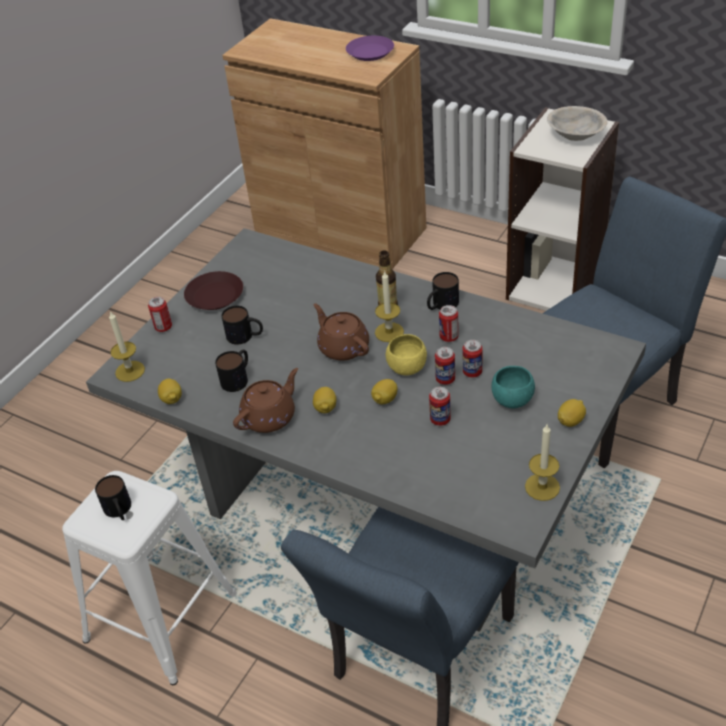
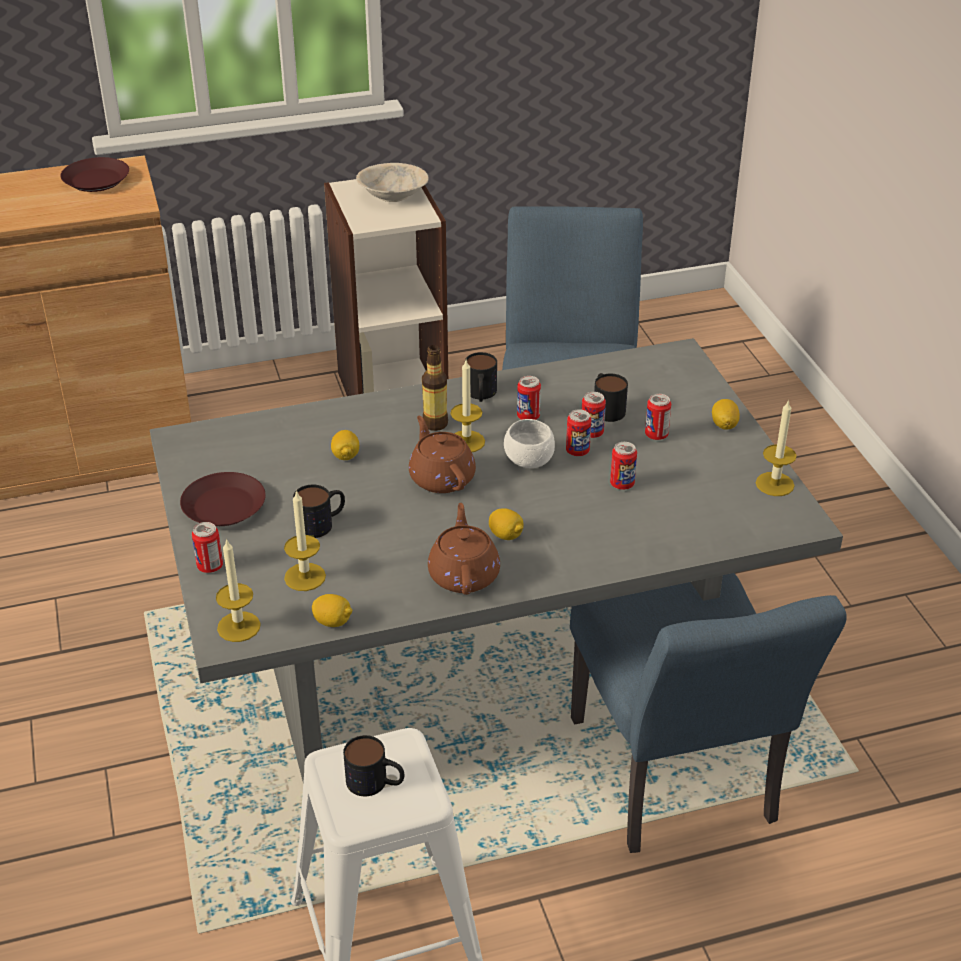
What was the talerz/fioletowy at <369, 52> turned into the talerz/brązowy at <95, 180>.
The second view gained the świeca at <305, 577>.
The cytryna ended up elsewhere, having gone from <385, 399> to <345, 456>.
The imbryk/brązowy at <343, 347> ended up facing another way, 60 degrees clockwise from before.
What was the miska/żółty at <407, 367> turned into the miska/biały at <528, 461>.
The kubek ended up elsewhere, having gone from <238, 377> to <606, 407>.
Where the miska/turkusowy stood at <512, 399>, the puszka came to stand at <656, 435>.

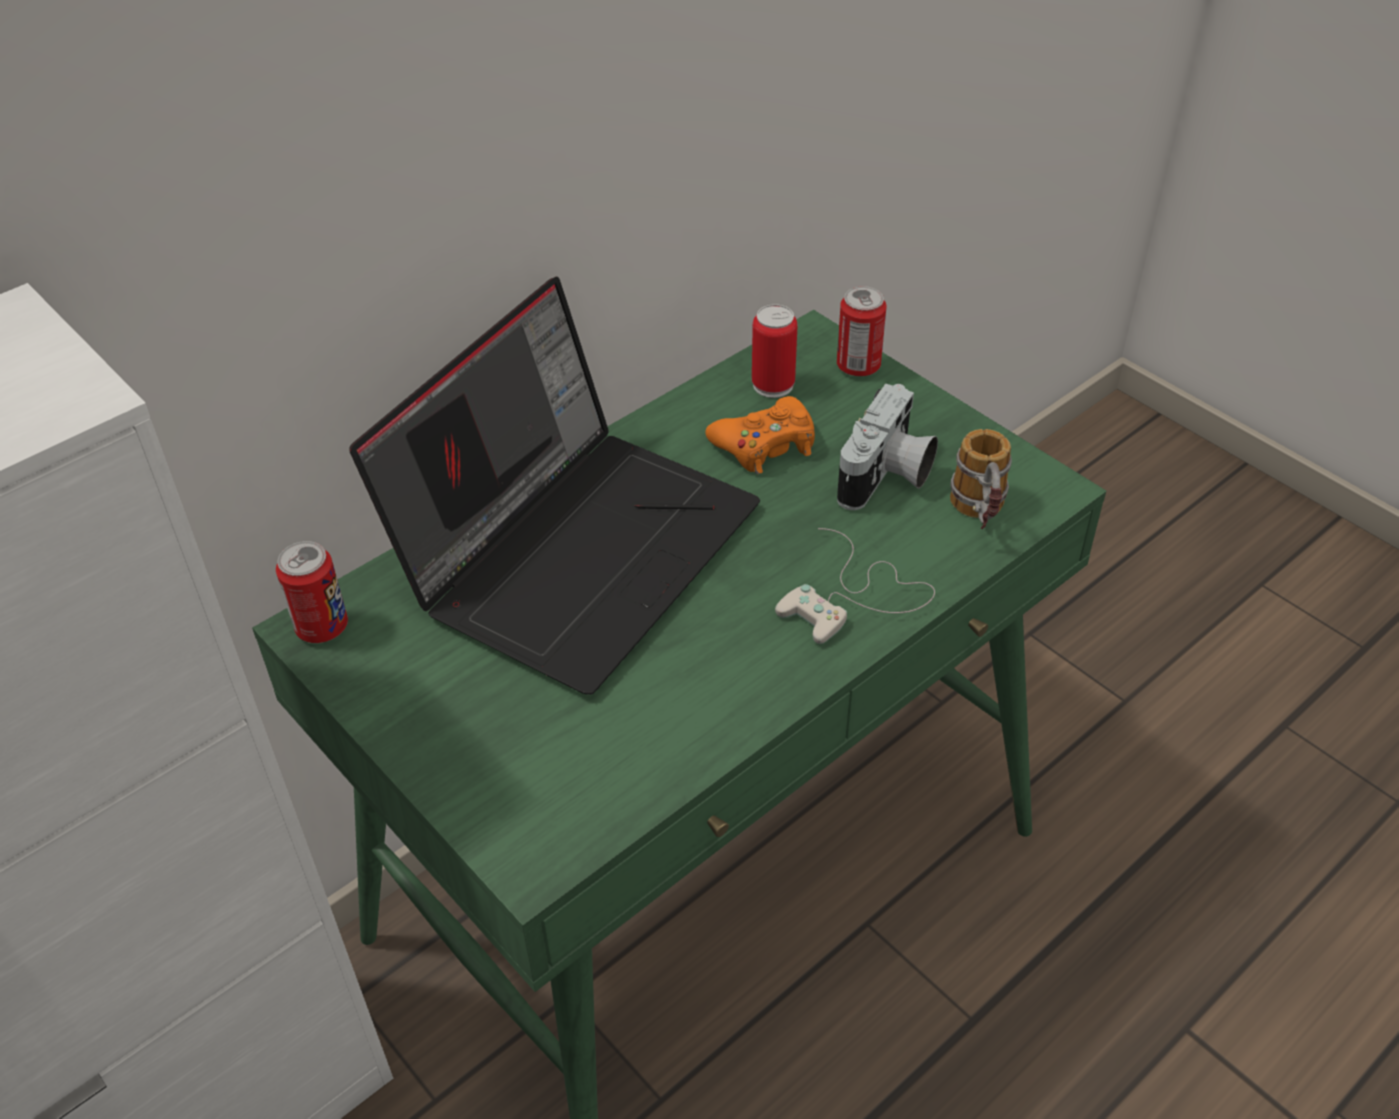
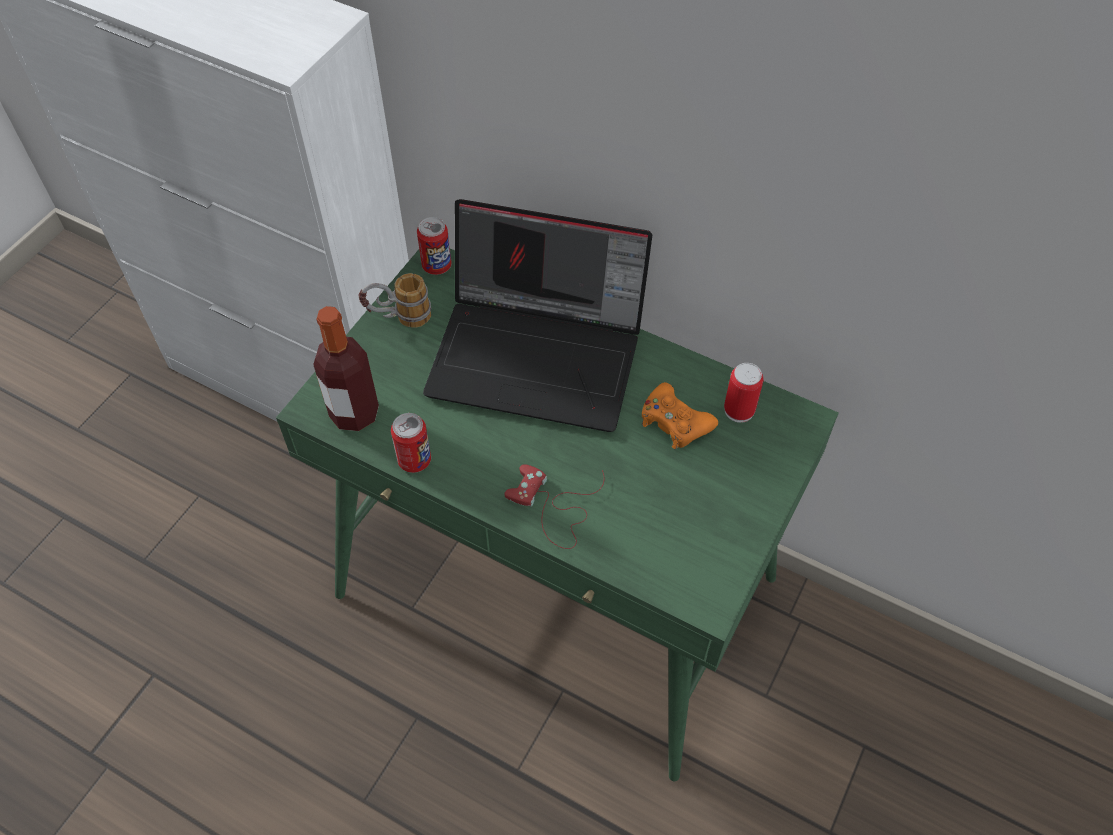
The second view gained the butelka at <354, 413>.
The kubek ended up elsewhere, having gone from <979, 518> to <398, 319>.
The puszka ended up elsewhere, having gone from <858, 366> to <414, 460>.
What was the pad do gier/biały at <855, 596> turned into the pad do gier/czerwony at <554, 507>.
The second view lost the aparat fotograficzny at <887, 477>.

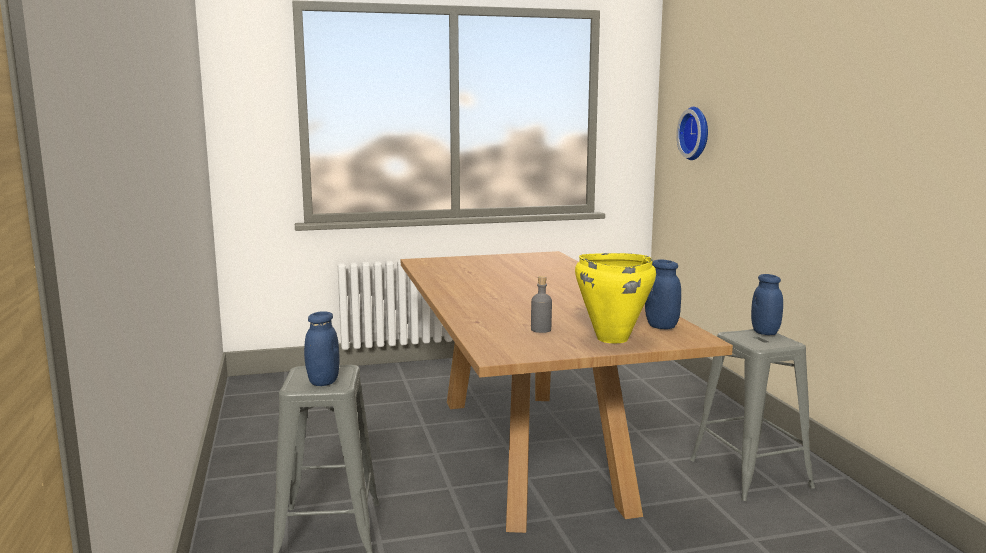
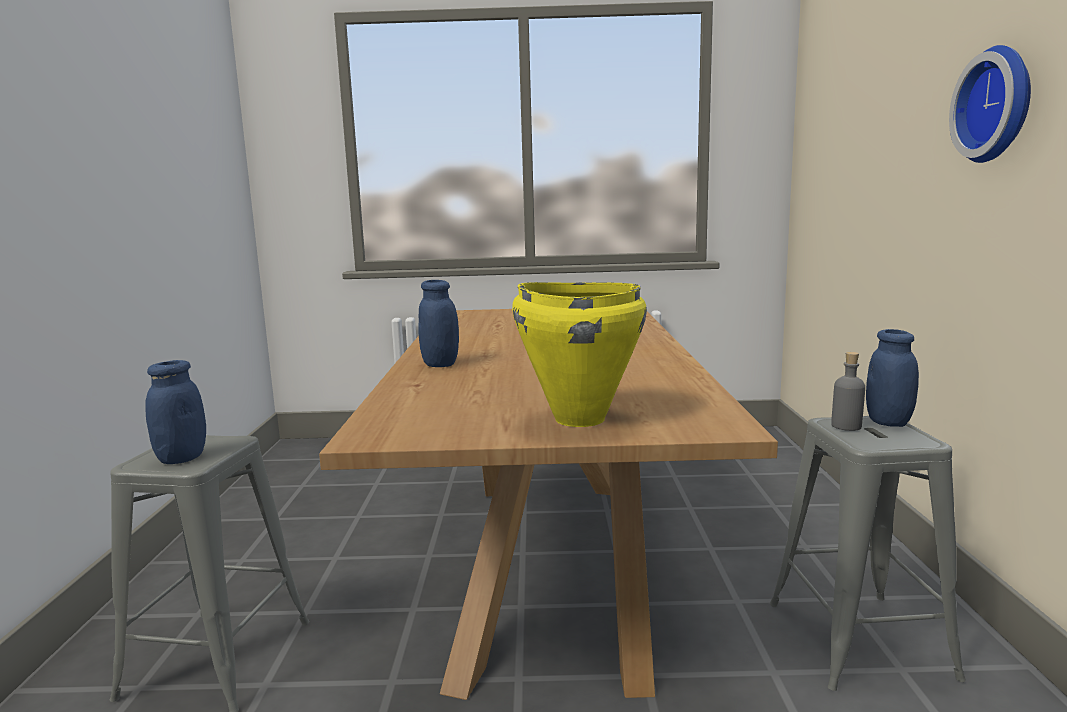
The słoik/niebieski ended up elsewhere, having gone from <661, 326> to <440, 364>.
The butelka/szary ended up elsewhere, having gone from <541, 330> to <846, 426>.
The zegar ścienny ended up elsewhere, having gone from <696, 133> to <998, 105>.

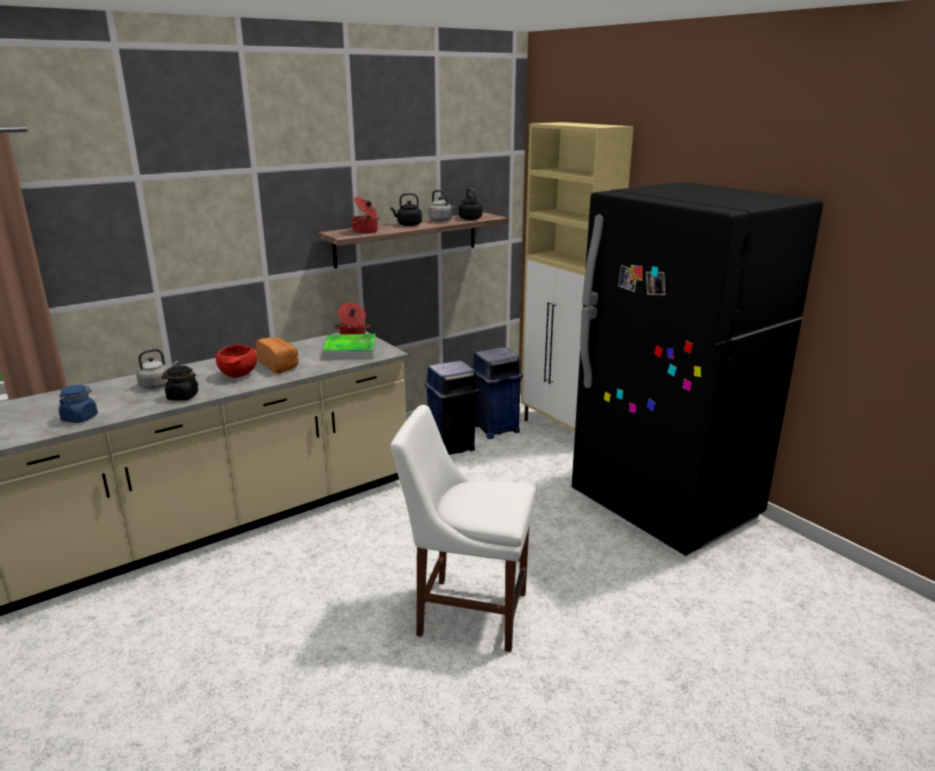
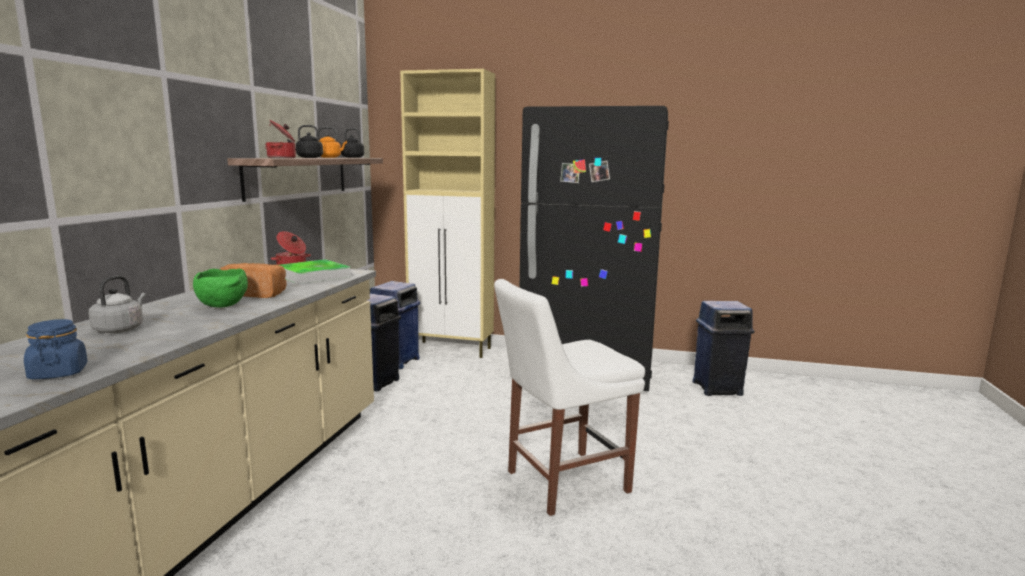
What was the miska/czerwony at <238, 376> turned into the miska/zielony at <224, 306>.
What was the czajnik/szary at <441, 220> turned into the czajnik/pomarańczowy at <330, 157>.
The second view gained the kosz na śmieci/niebieski at <718, 388>.
The second view lost the słoik/czarny at <182, 397>.

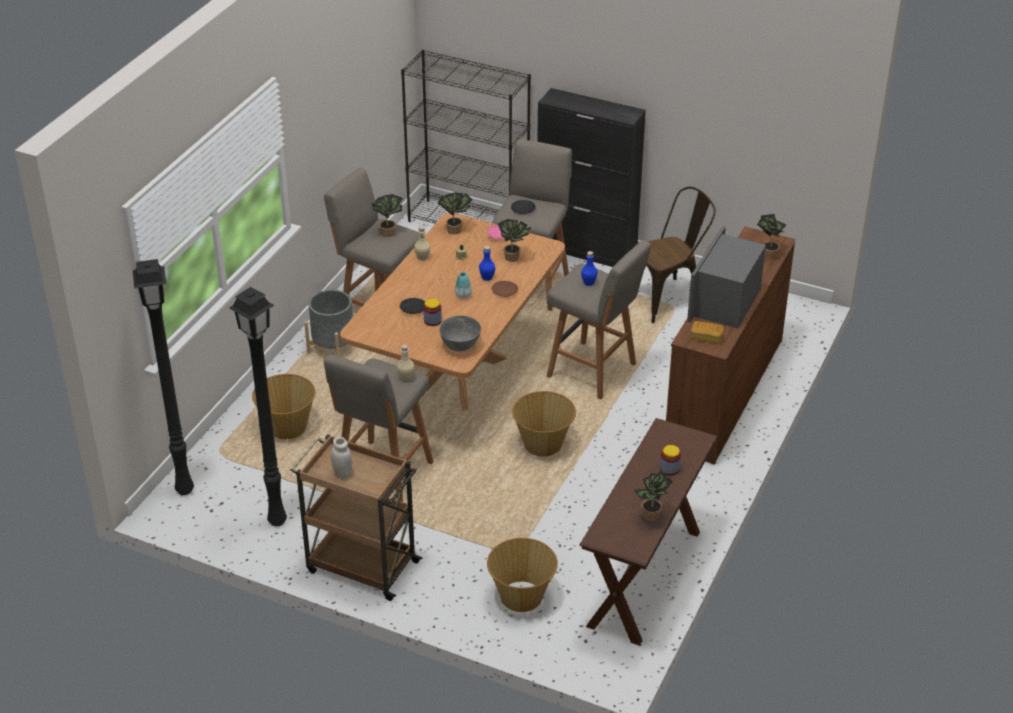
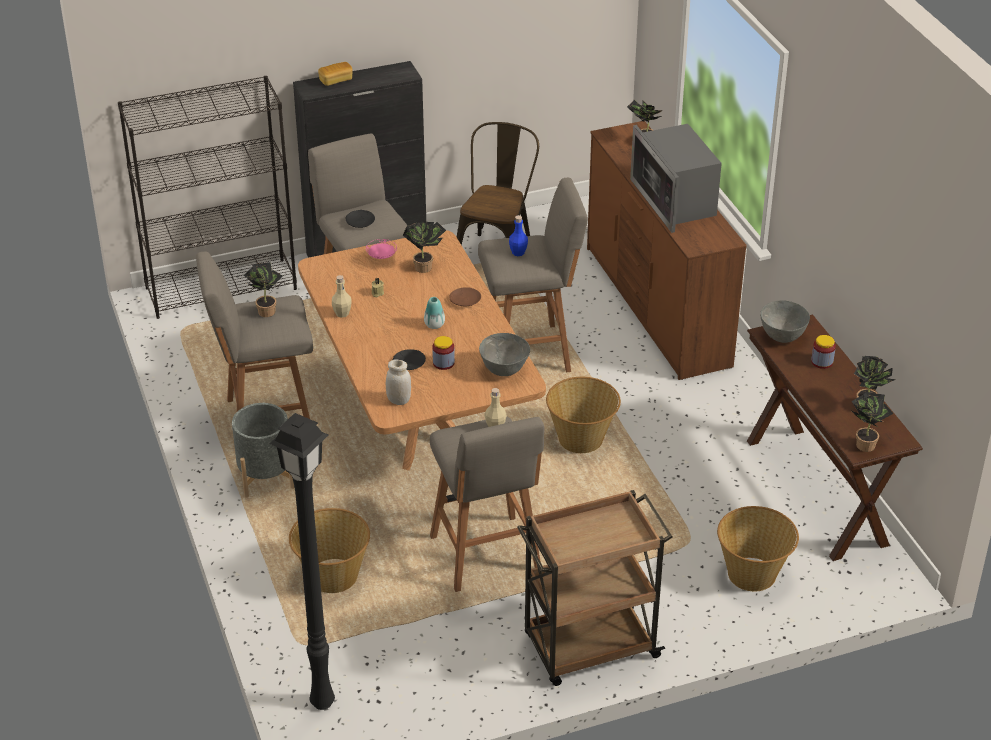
The chleb ended up elsewhere, having gone from <706, 338> to <336, 80>.
The słoik/biały ended up elsewhere, having gone from <342, 473> to <399, 400>.
The second view gained the miska/szary at <783, 337>.
The roślina doniczkowa ended up elsewhere, having gone from <455, 229> to <864, 443>.
The second view lost the lampa stojąca/czarny at <279, 521>.
The second view lost the butelka/niebieski at <487, 277>.

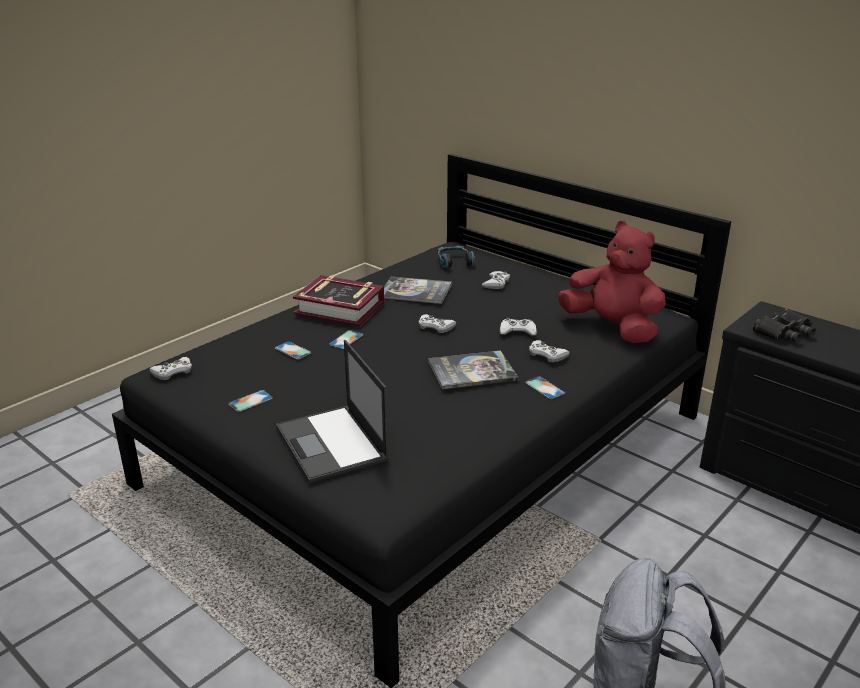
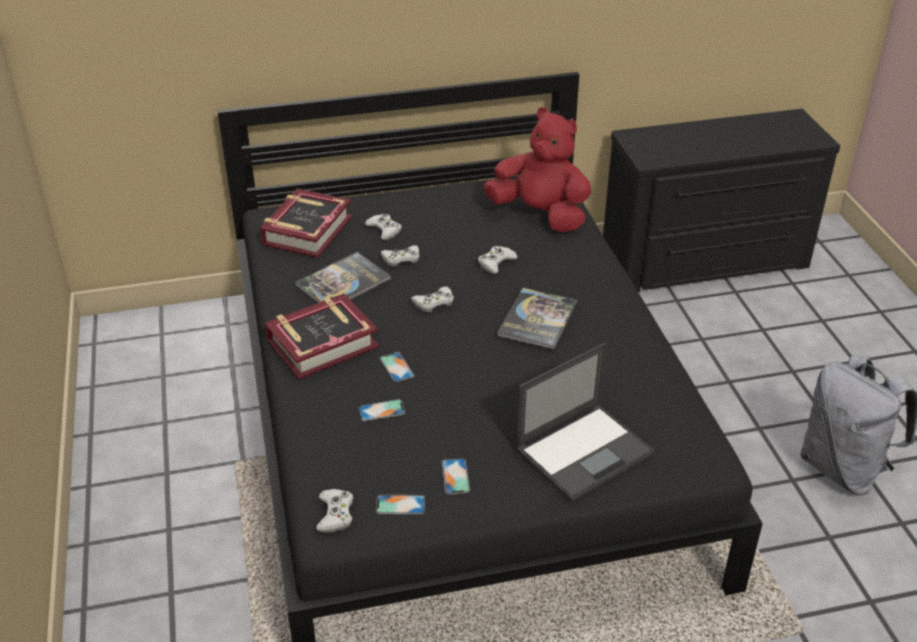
Where the słuchawki stood at <454, 262>, the książka came to stand at <307, 230>.
The telefon ended up elsewhere, having gone from <544, 388> to <400, 504>.
The pad do gier/biały ended up elsewhere, having gone from <547, 355> to <401, 259>.
The pluszak/czerwony at <612, 328> ended up facing another way, 45 degrees clockwise from before.
The laptop at <332, 444> ended up facing another way, 45 degrees counterclockwise from before.
The second view lost the lornetka/czarny at <784, 332>.

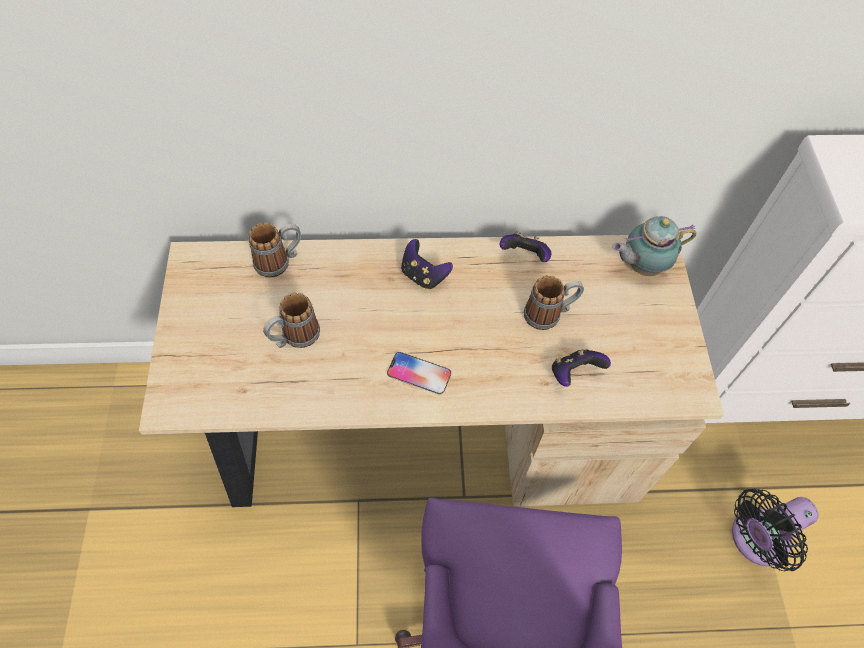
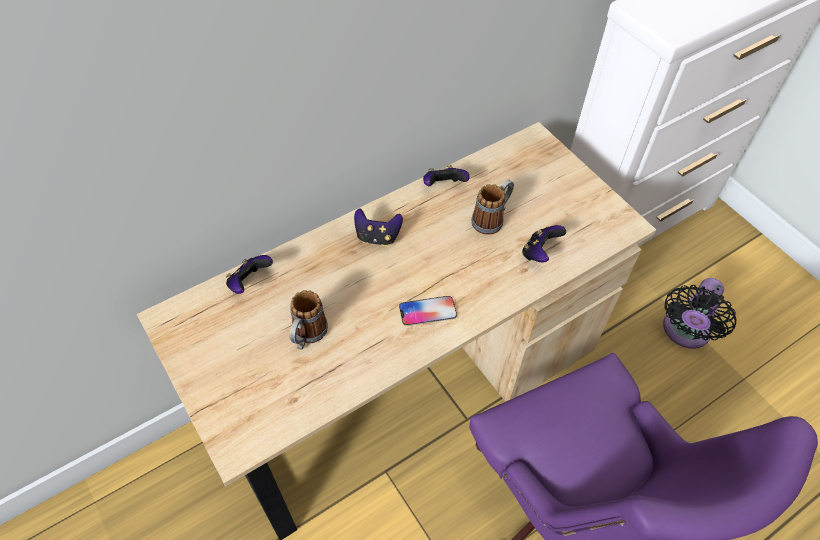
Where the kubek stood at <279, 261>, the pad do gier came to stand at <249, 282>.
The second view lost the imbryk at <641, 266>.

